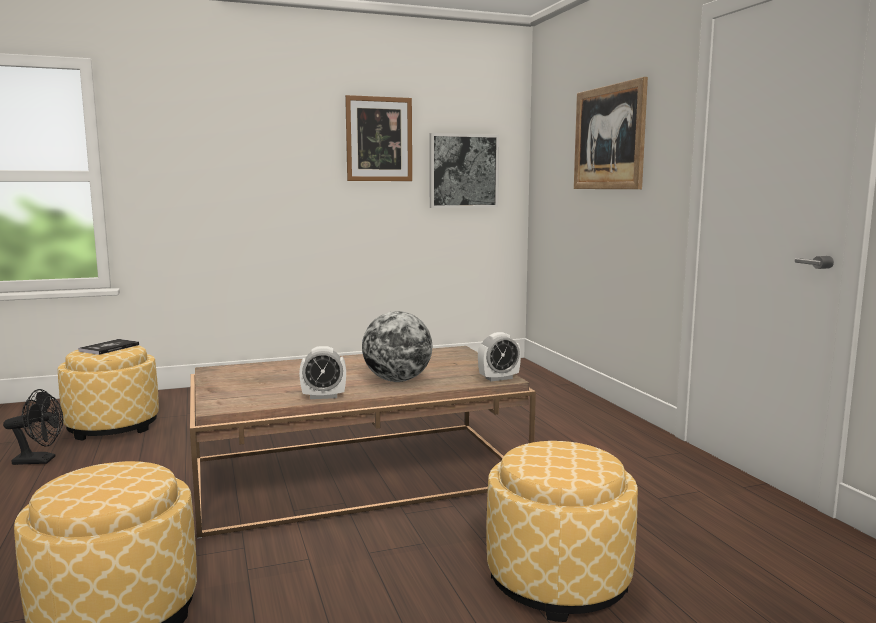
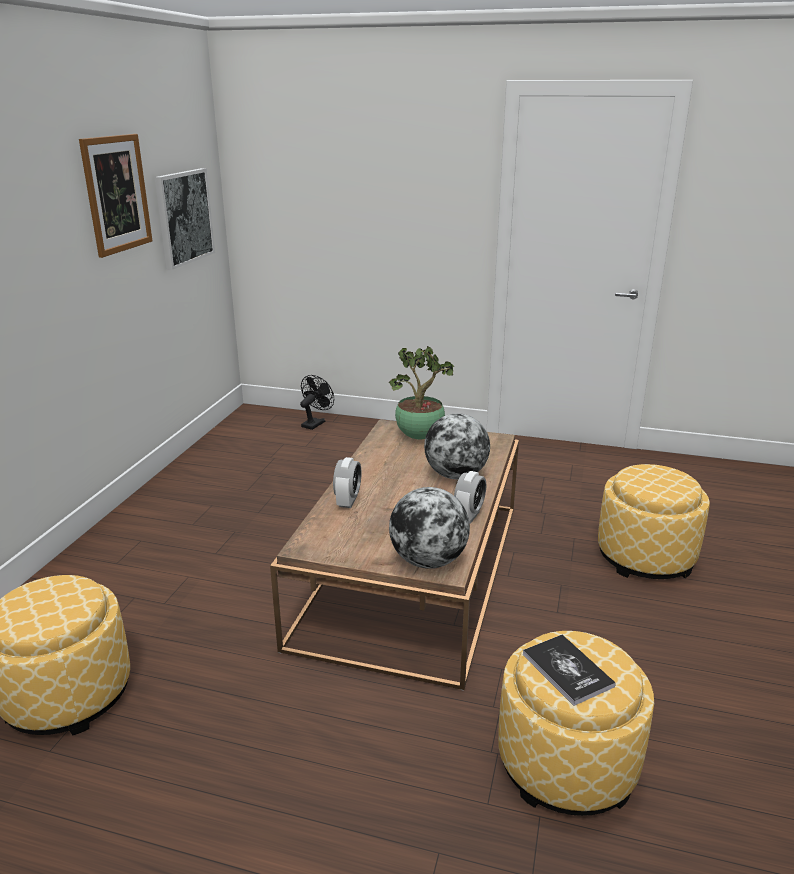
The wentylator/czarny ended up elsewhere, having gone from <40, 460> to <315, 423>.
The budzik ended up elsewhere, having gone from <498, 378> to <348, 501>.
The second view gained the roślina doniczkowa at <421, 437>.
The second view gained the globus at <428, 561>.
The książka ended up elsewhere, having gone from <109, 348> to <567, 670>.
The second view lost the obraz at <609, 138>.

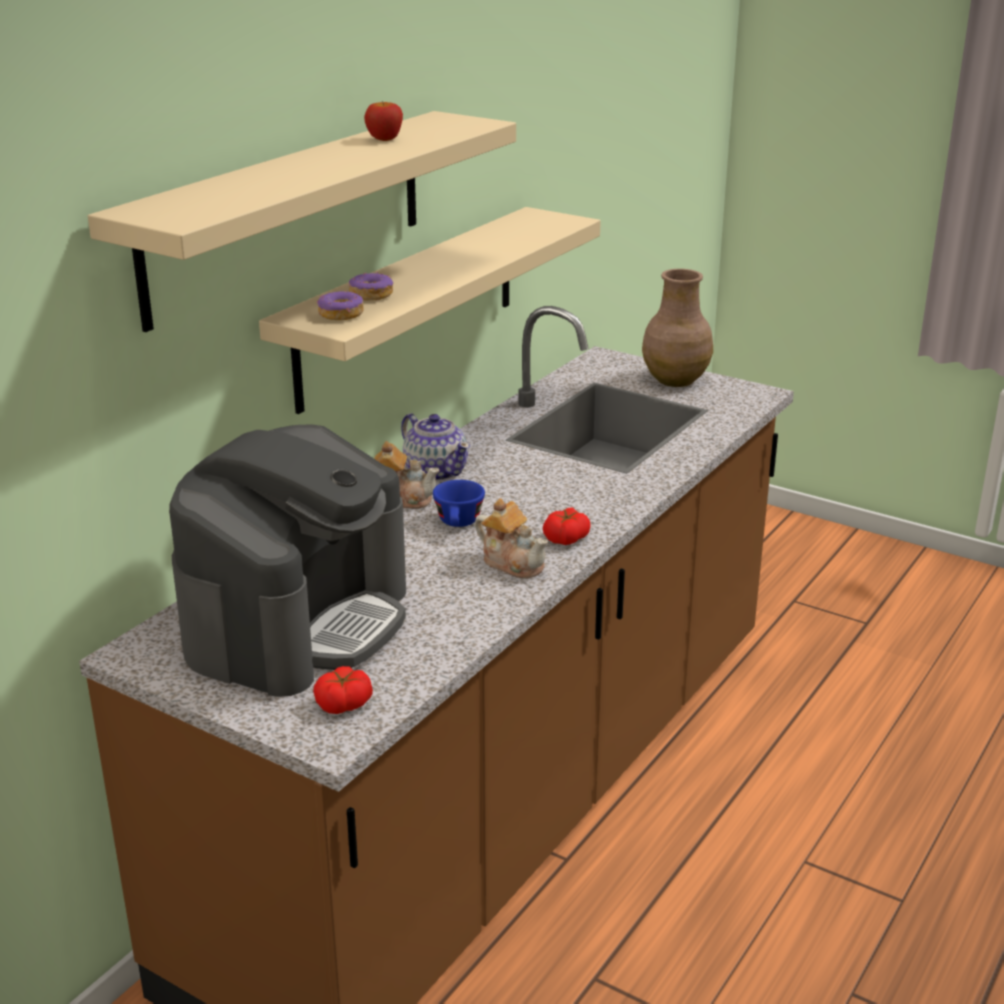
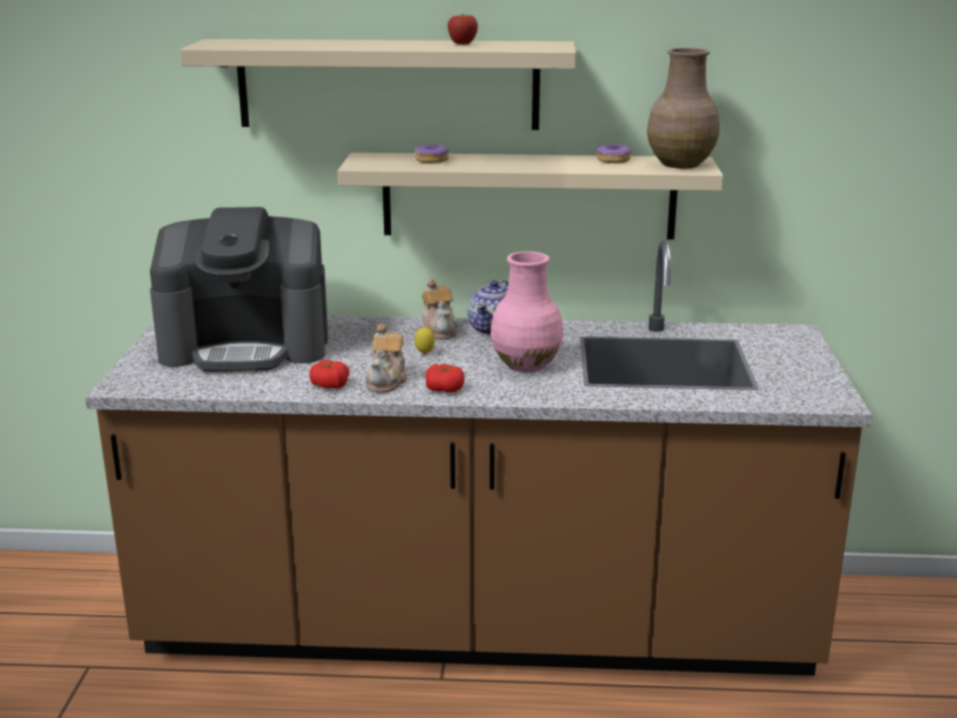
The pomidor ended up elsewhere, having gone from <344, 704> to <330, 385>.
Where the filiżanka/niebieski stood at <459, 524>, the cytryna came to stand at <424, 354>.
The second view gained the wazon/różowy at <527, 365>.
The donut ended up elsewhere, having gone from <341, 314> to <613, 160>.
The wazon/brązowy ended up elsewhere, having gone from <674, 380> to <680, 164>.

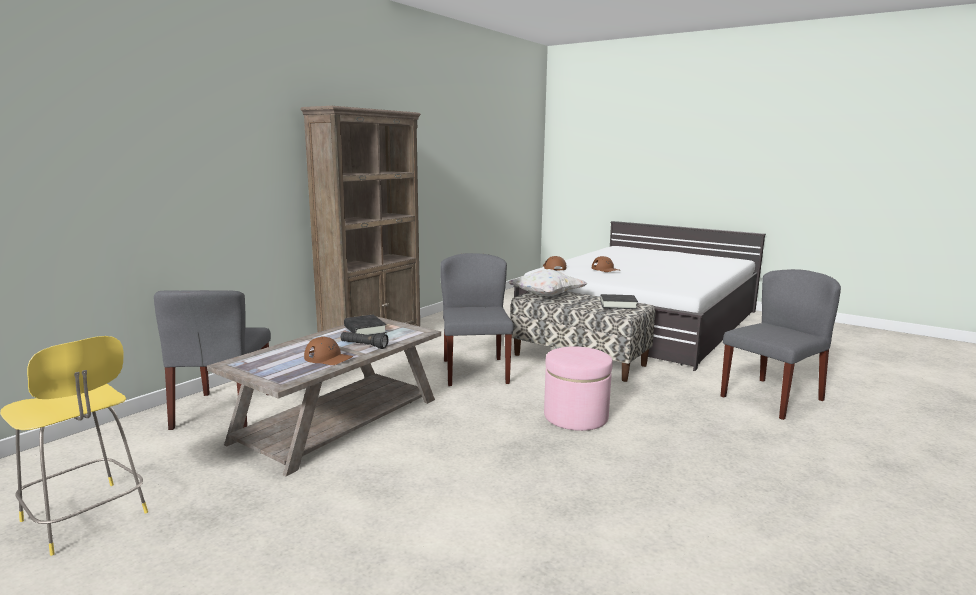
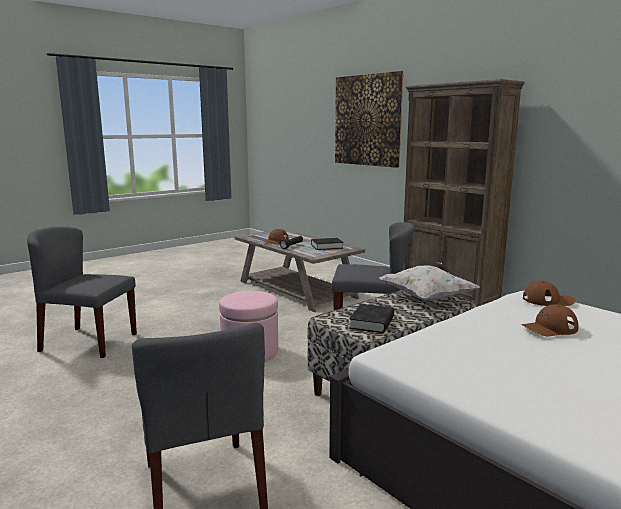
The krzesło/szary ended up elsewhere, having gone from <223, 410> to <88, 342>.
The second view gained the obraz at <367, 120>.
The second view lost the stołek/żółty at <86, 518>.

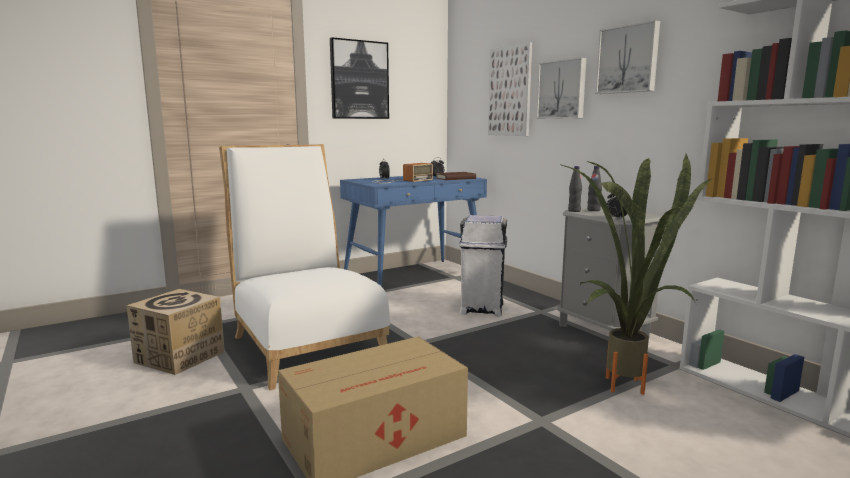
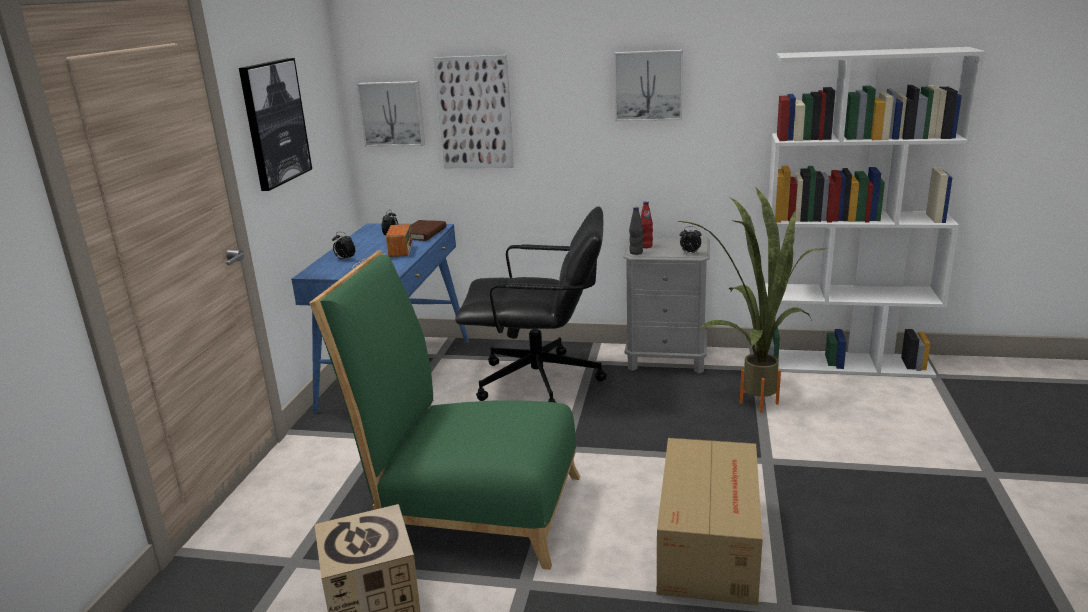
What was the krzesło/biały at <306, 343> turned into the krzesło/zielony at <469, 509>.
The obraz ended up elsewhere, having gone from <562, 89> to <392, 113>.
Where the kosz na śmieci/biały stood at <482, 308>, the krzesło biurowe/czarny came to stand at <540, 382>.
What was the butelka/czarny at <593, 210> turned into the butelka/czerwony at <646, 246>.

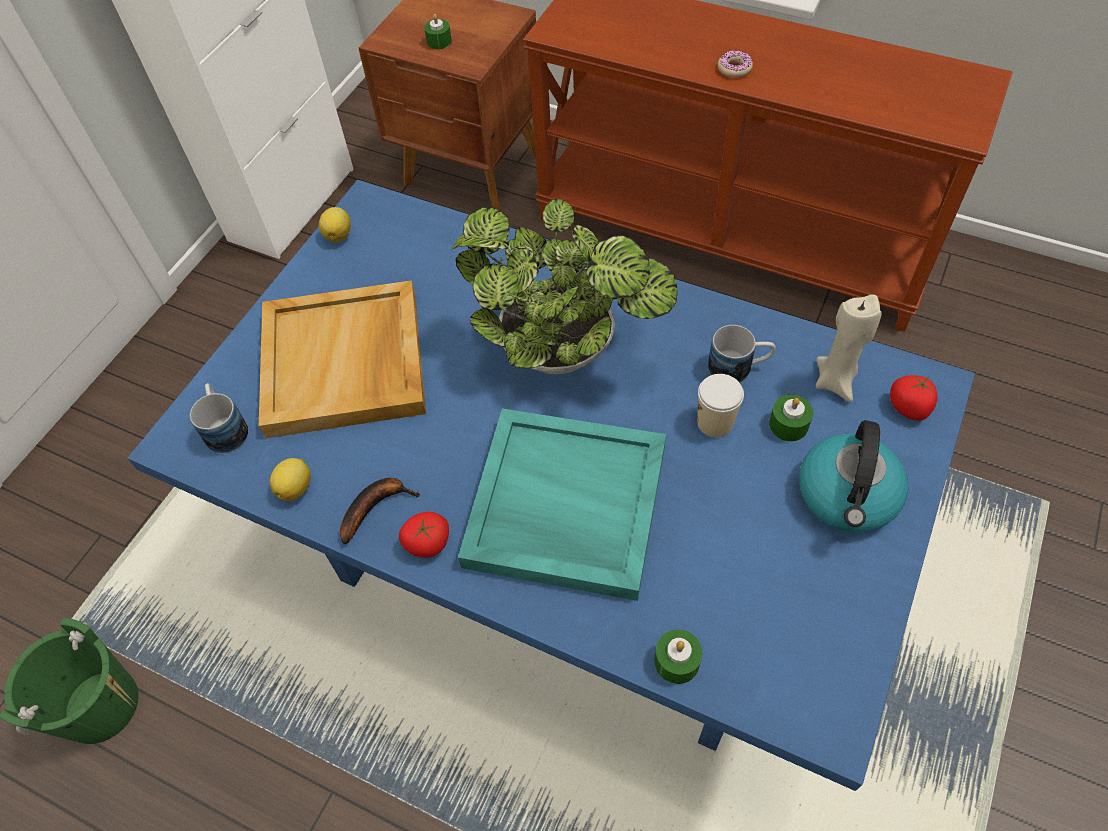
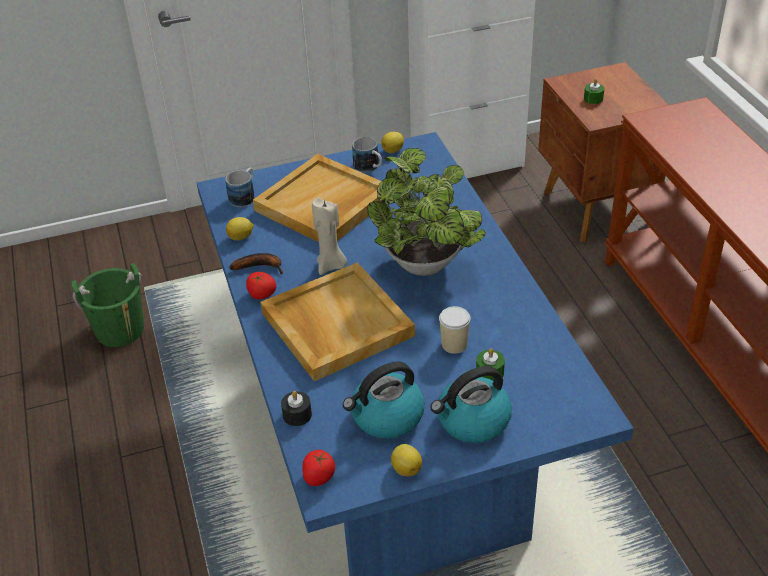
What was the taca/turkusowy at <564, 506> turned into the taca/beżowy at <335, 324>.
What was the świeca/zielony at <677, 661> turned into the świeca/czarny at <297, 415>.
The pomidor ended up elsewhere, having gone from <909, 407> to <319, 477>.
The świeca/beżowy ended up elsewhere, having gone from <836, 381> to <331, 266>.
The second view gained the czajnik at <386, 417>.
The kubek ended up elsewhere, having gone from <739, 368> to <369, 168>.
The second view gained the cytryna at <406, 468>.
The second view lost the donut at <734, 68>.

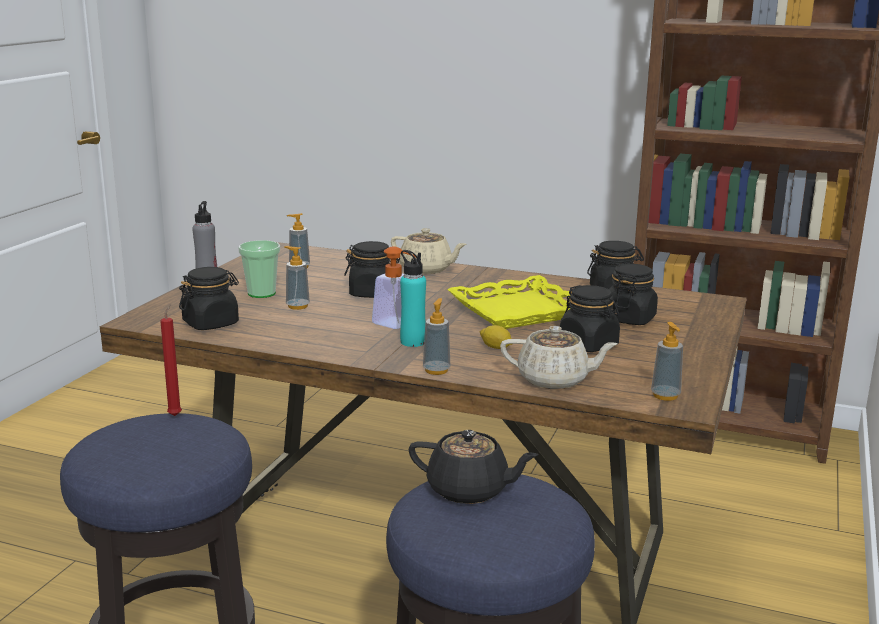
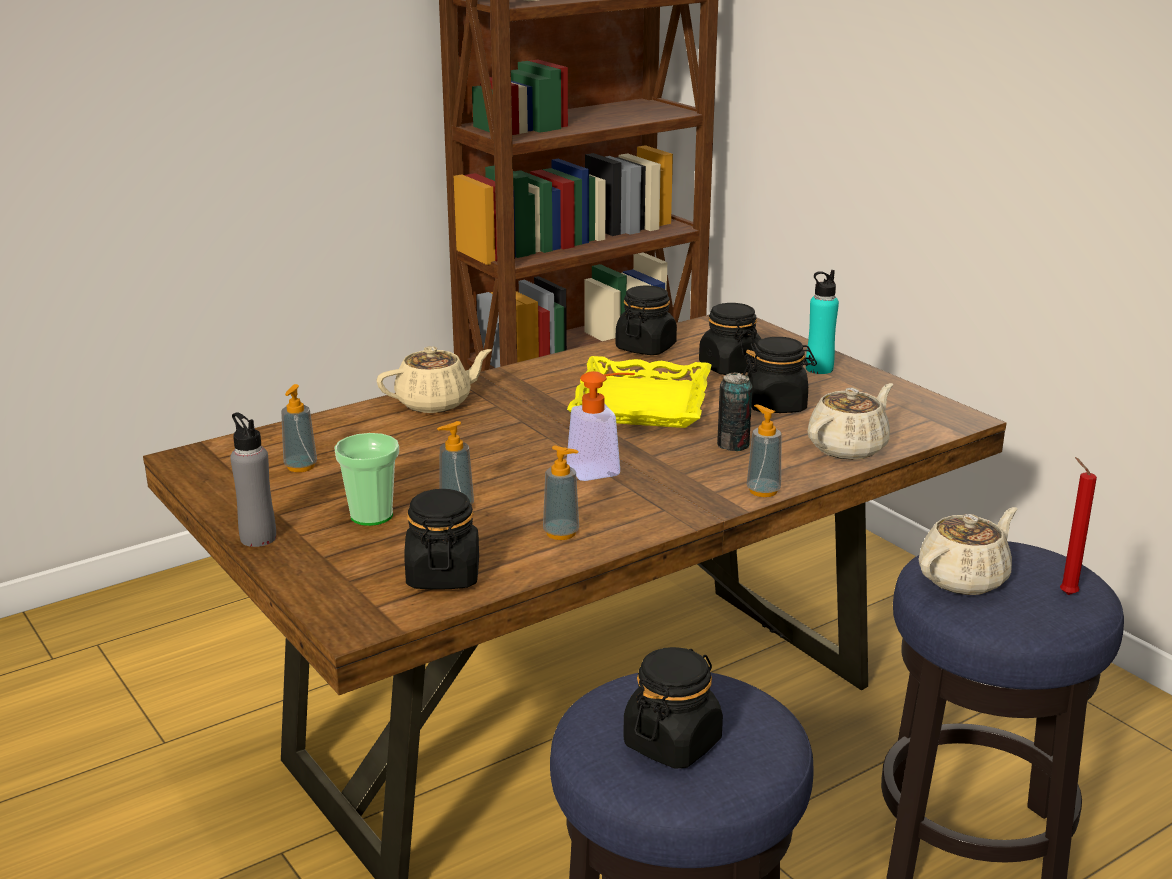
The dozownik mydła ended up elsewhere, having gone from <665, 395> to <561, 533>.
The słoik/czarny ended up elsewhere, having gone from <372, 293> to <672, 743>.
Where the cytryna stood at <496, 347>, the puszka came to stand at <733, 445>.
The butelka/turkusowy ended up elsewhere, having gone from <413, 342> to <819, 369>.
What was the imbryk/czarny at <469, 490> turned into the imbryk/beżowy at <964, 578>.
The świeca/czerwony ended up elsewhere, having gone from <176, 415> to <1065, 593>.

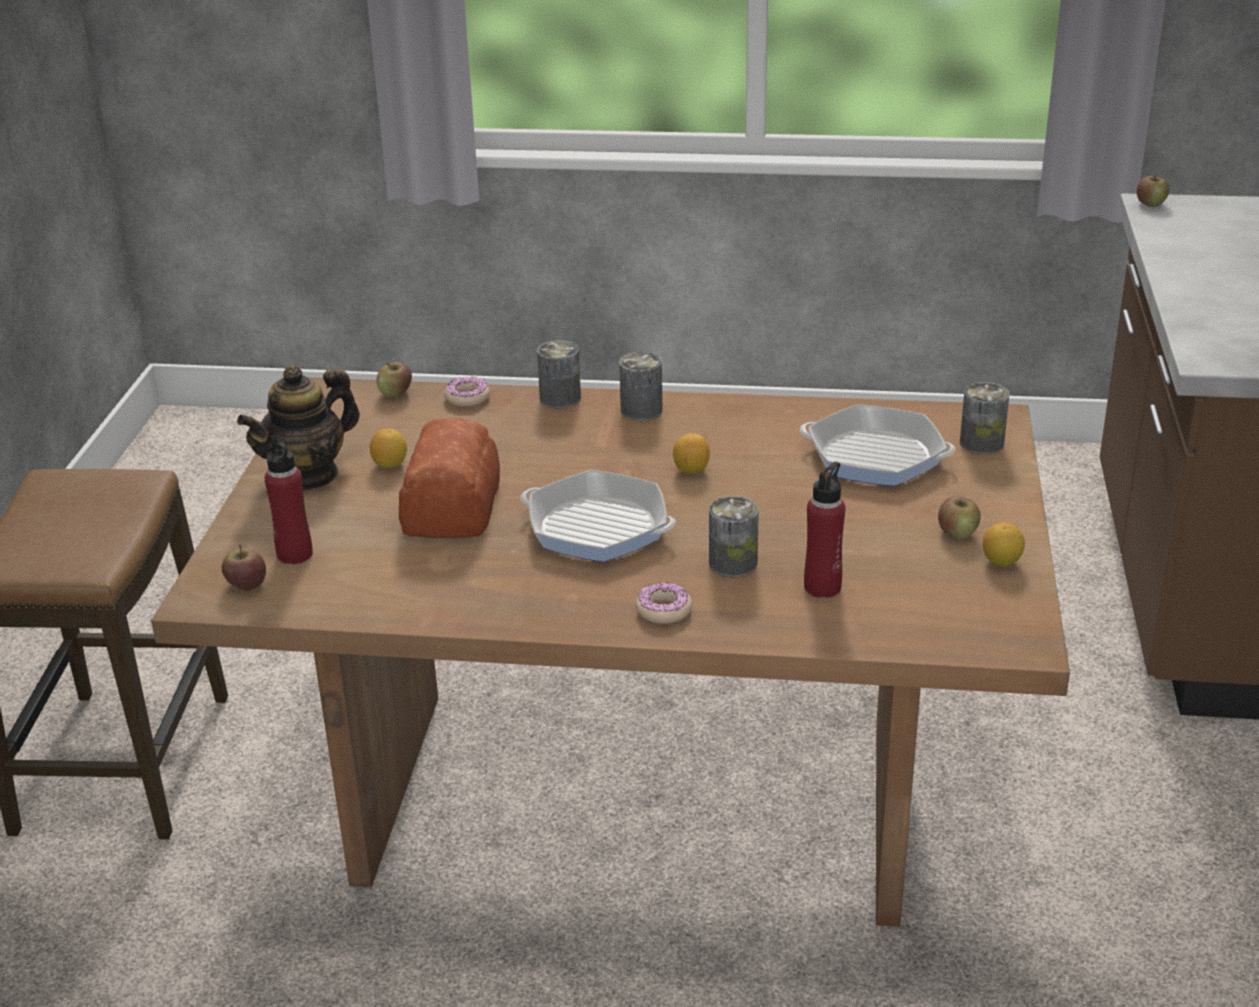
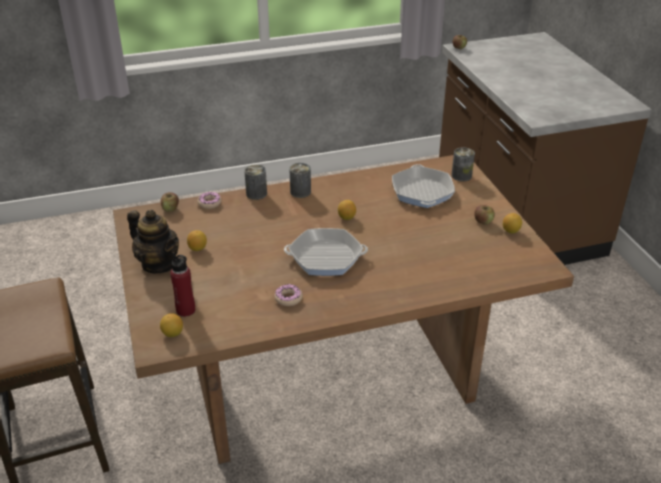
The imbryk at <308, 475> ended up facing another way, 75 degrees counterclockwise from before.
Where the jabłko stood at <246, 584>, the cytryna came to stand at <173, 333>.
The donut ended up elsewhere, having gone from <664, 610> to <288, 298>.
The patelnia at <875, 456> ended up facing another way, 90 degrees clockwise from before.
The second view lost the chleb at <449, 507>.
The second view lost the puszka at <733, 563>.
The second view lost the butelka/czerwony at <822, 587>.

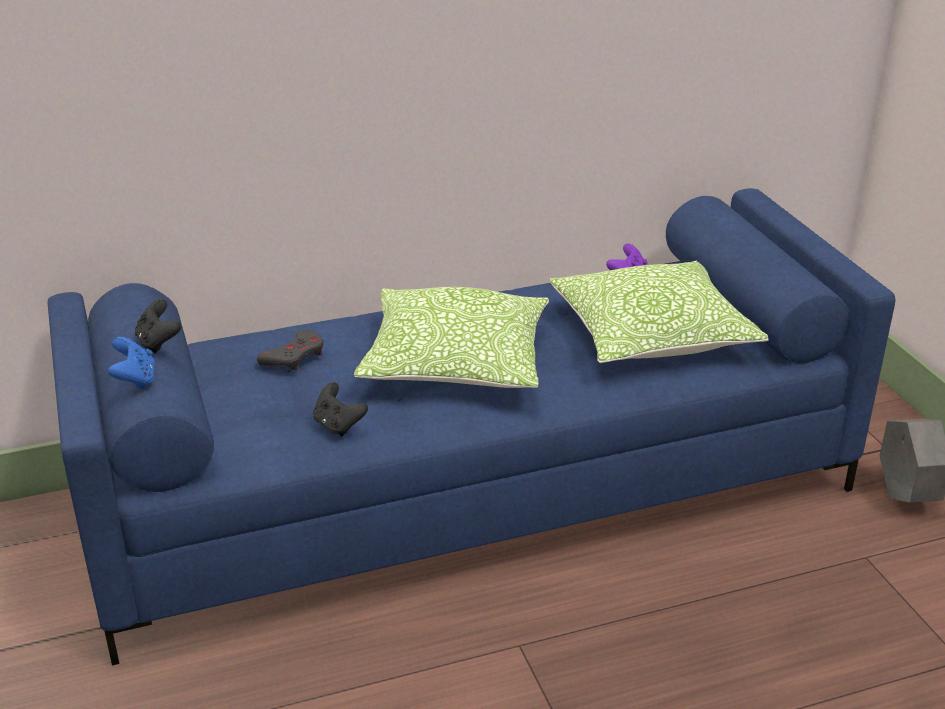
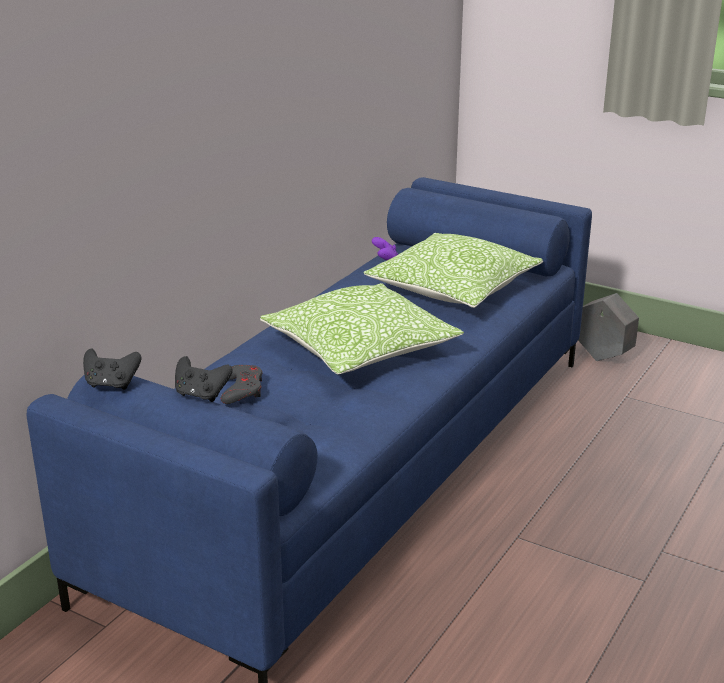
The pad do gier/czarny ended up elsewhere, having gone from <338, 425> to <112, 384>.
The second view lost the pad do gier/niebieski at <135, 380>.

